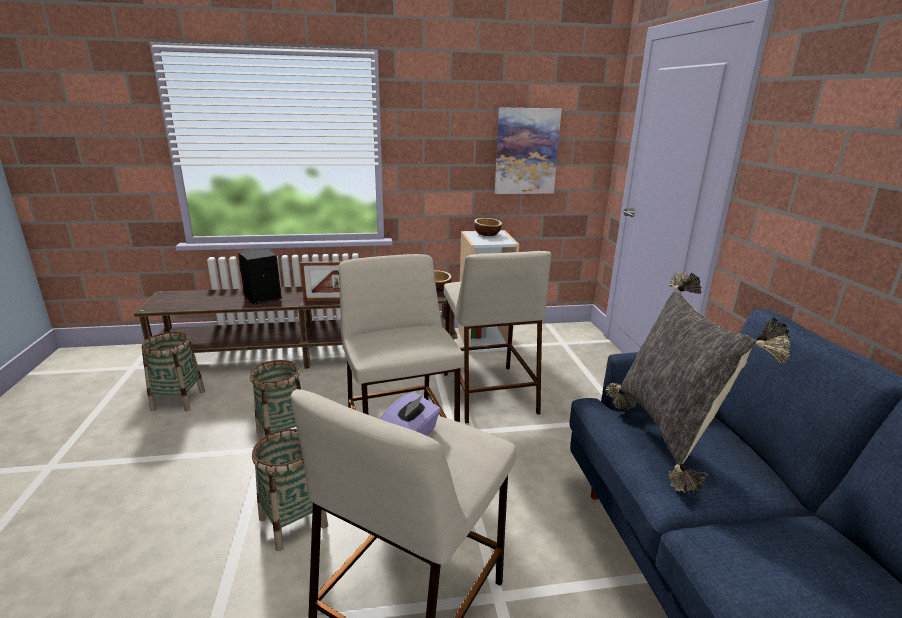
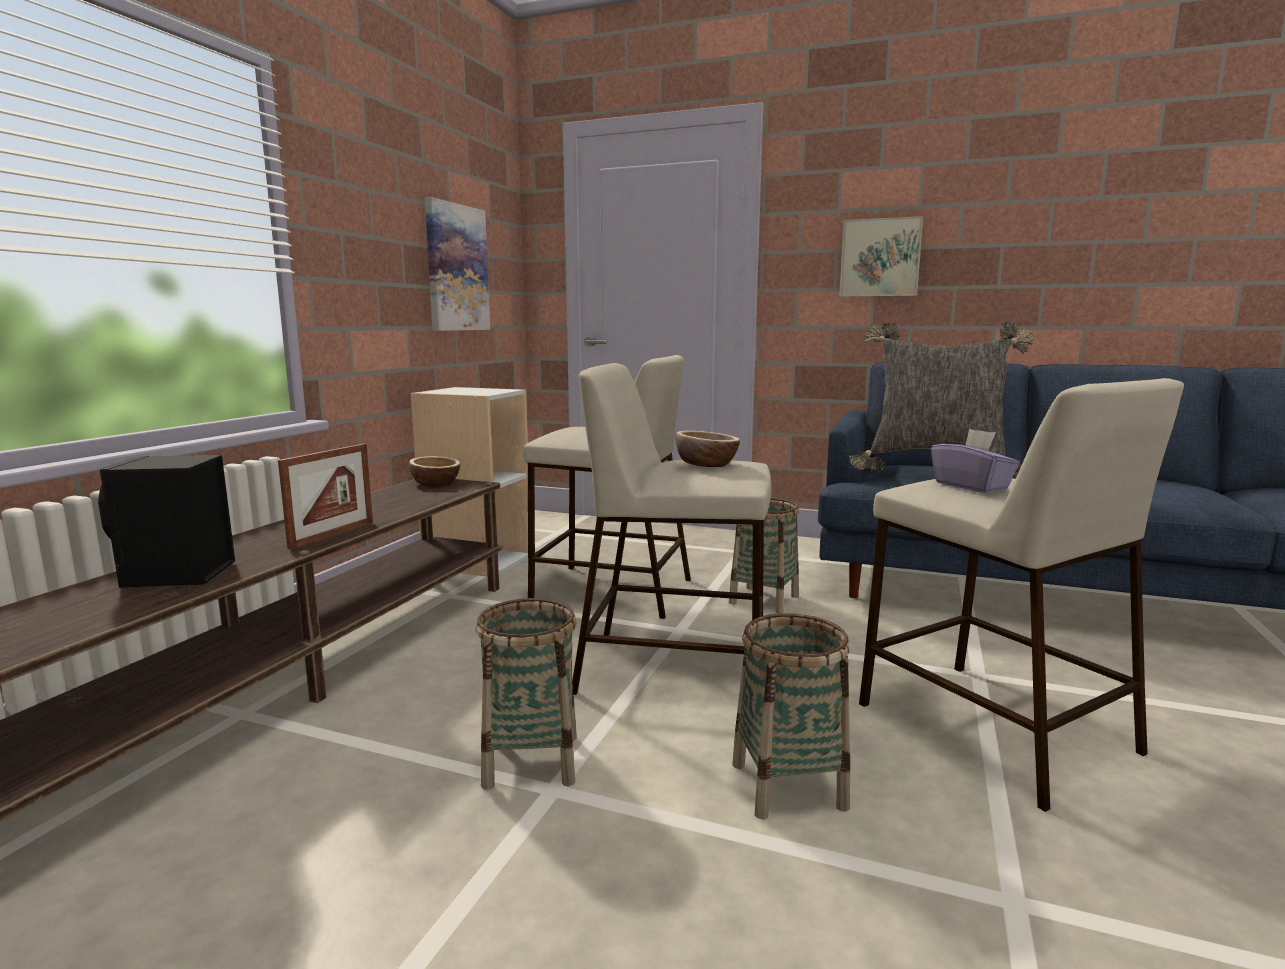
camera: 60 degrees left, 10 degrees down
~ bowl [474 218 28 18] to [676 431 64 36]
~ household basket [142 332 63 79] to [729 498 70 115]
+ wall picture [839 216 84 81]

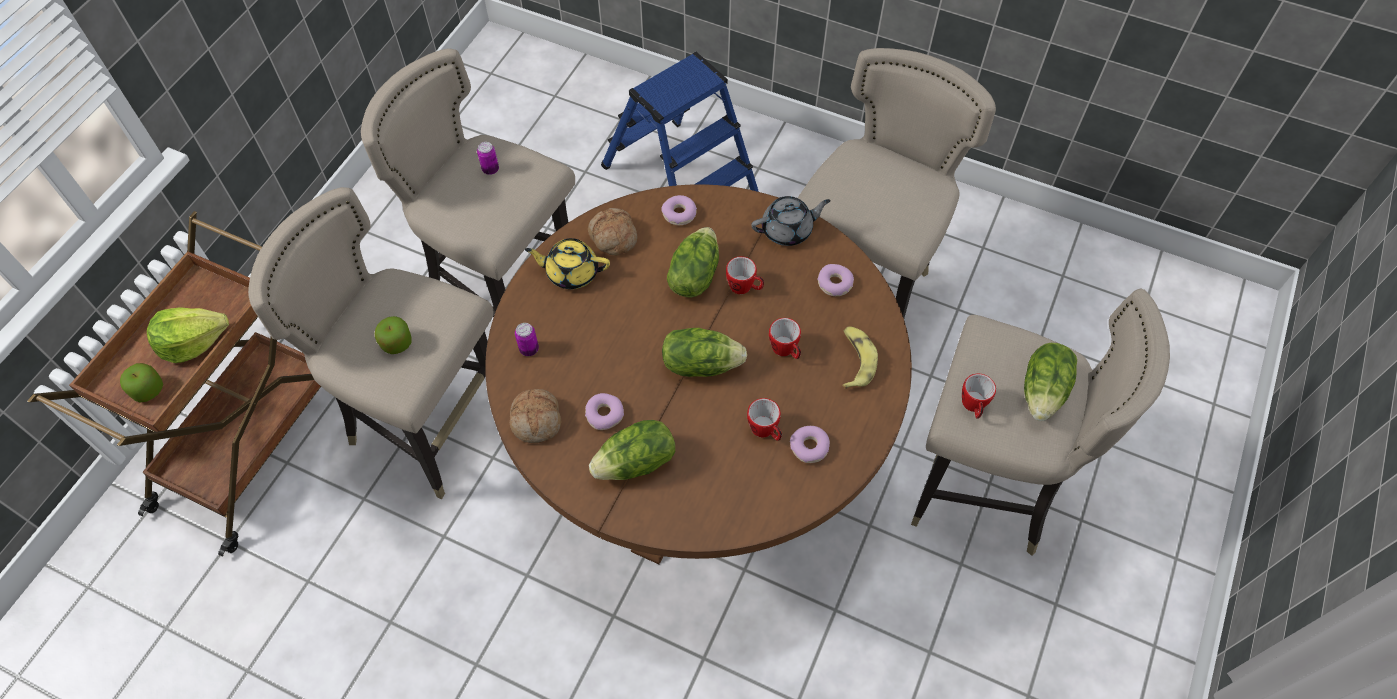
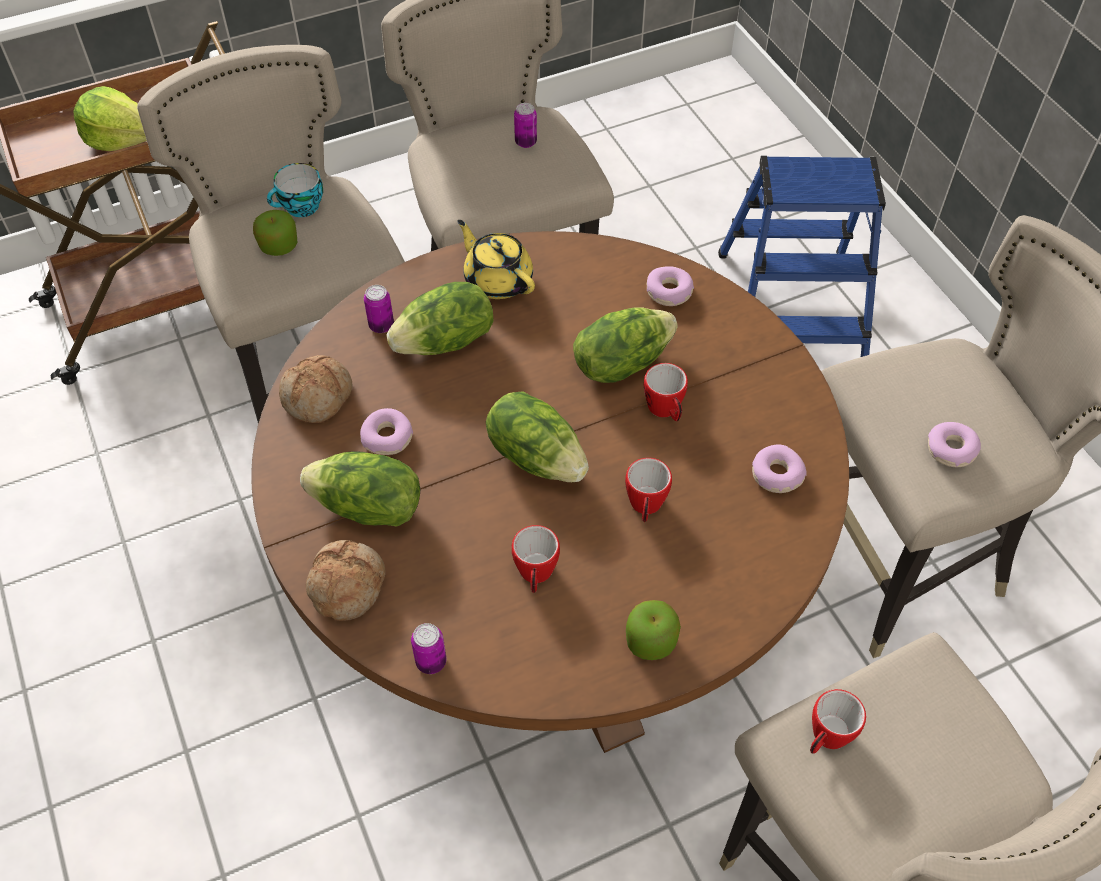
camera: 40 degrees right, 5 degrees down
+ cup [267 163 56 54]
~ bread [588 208 49 48] to [306 540 80 81]
~ lettuce [1024 343 53 78] to [387 282 107 73]
+ sealed can [411 623 36 51]
~ apple [120 363 43 40] to [626 600 55 60]
~ doughnut [790 426 40 37] to [928 422 53 45]
- gray tea pot [751 196 80 50]
- banana fruit [842 326 36 63]

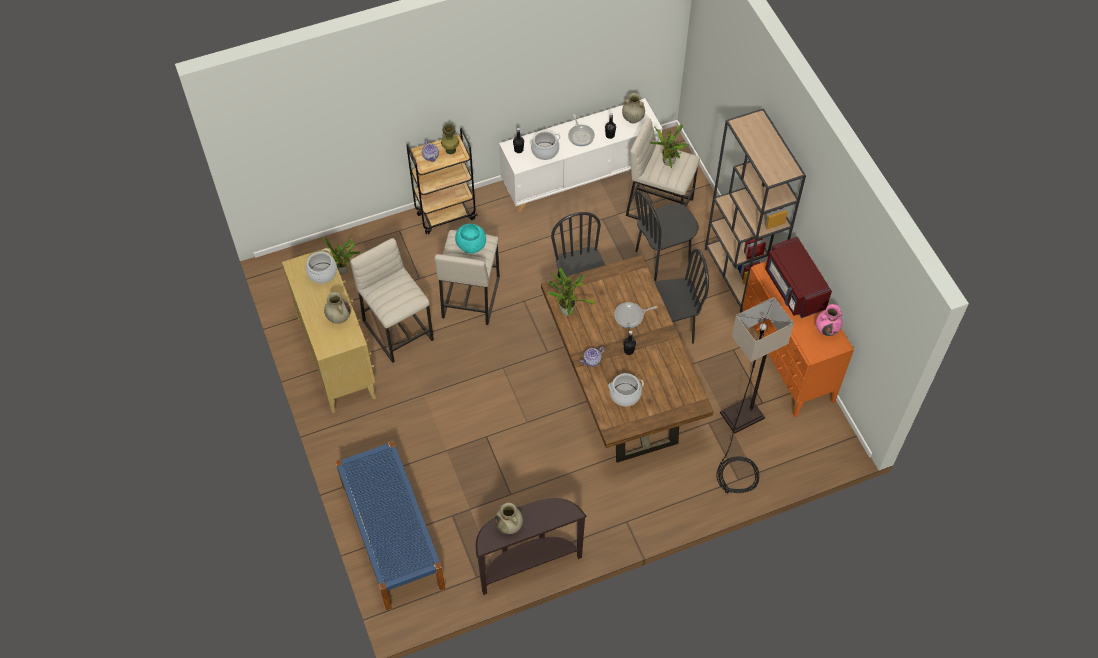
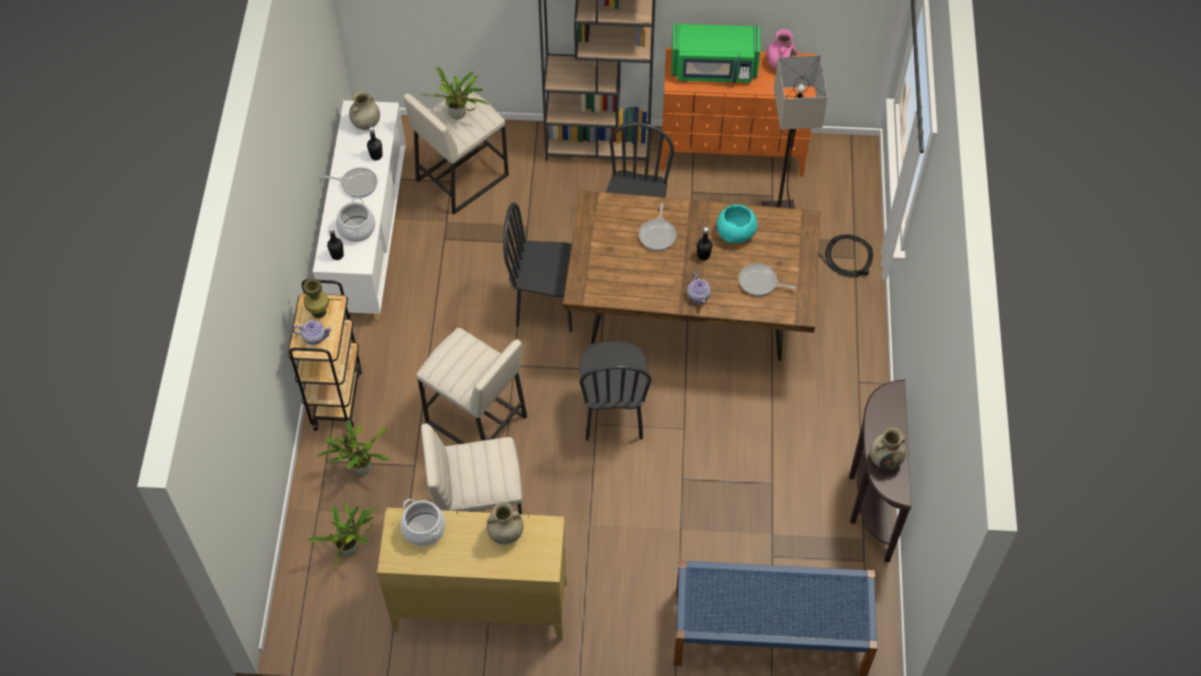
camera: 65 degrees left, 0 degrees up
~ potted plant [548 268 47 48] to [318 420 72 56]
~ black plain chair [635 191 64 90] to [579 341 73 100]
~ reddish microwave [765 237 67 81] to greenish microwave [671 24 89 59]
~ turquoise bowl [455 224 31 30] to [717 204 41 39]
~ stockpot [608 373 36 34] to frying pan [739 263 57 33]

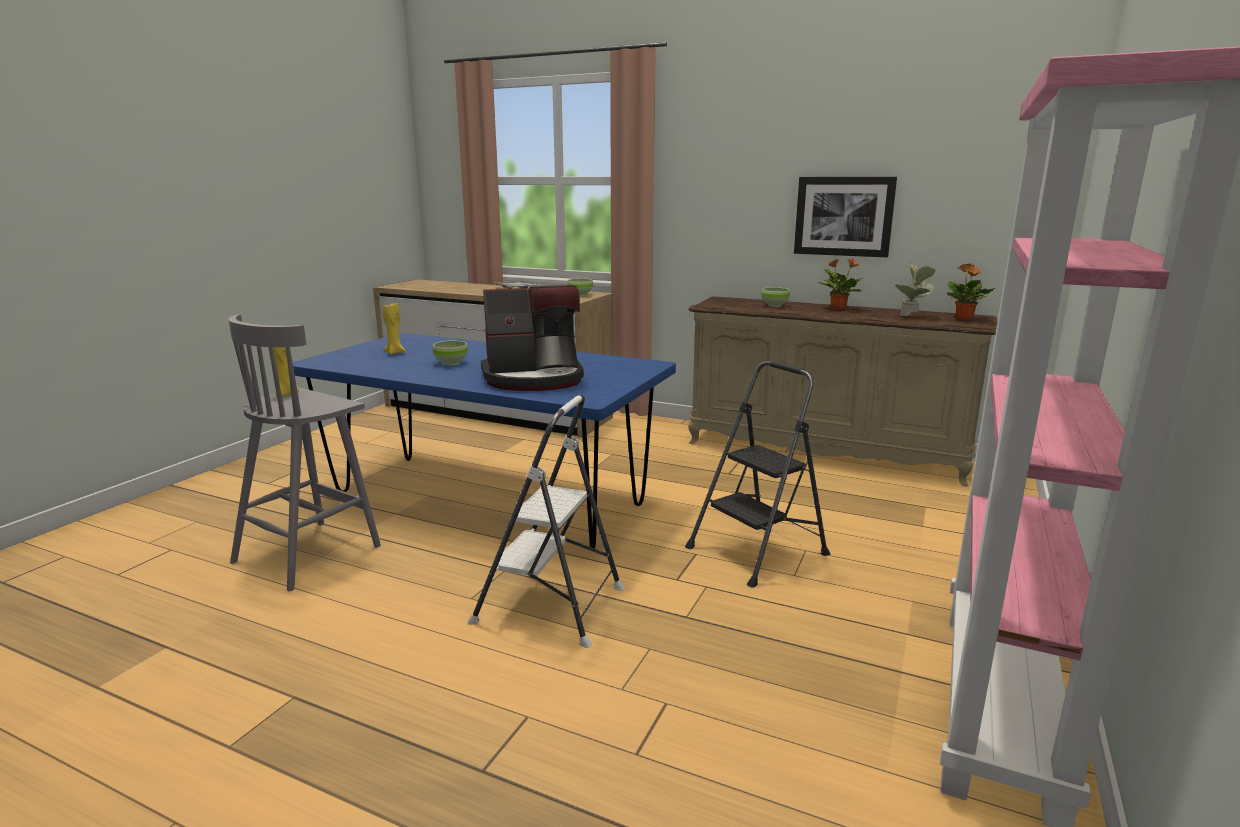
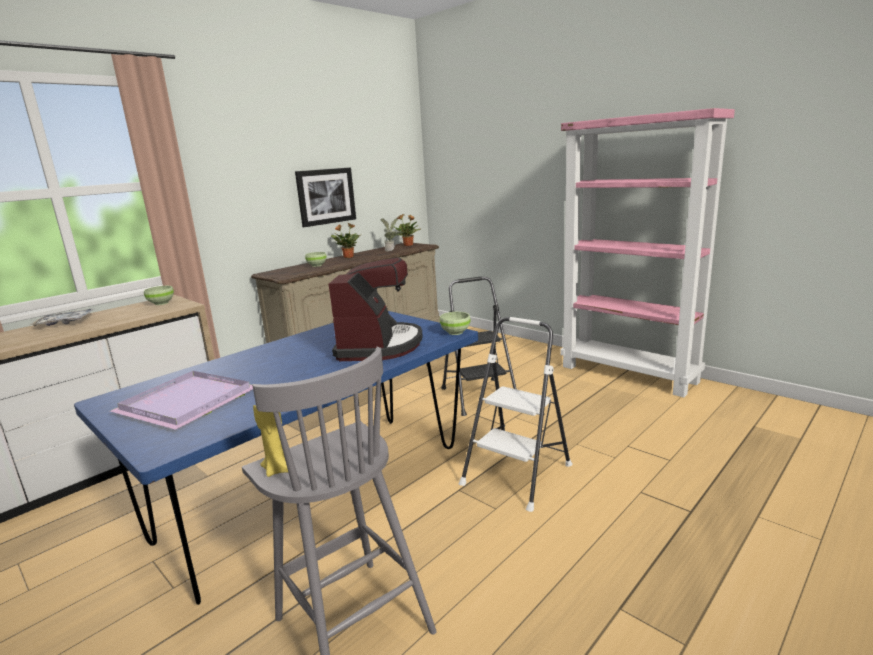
camera: 70 degrees left, 0 degrees up
~ yellow-coloured candle [383 303 23 52] to purplish serving tray [110 371 143 59]
~ greenish bowl [433 341 35 24] to [440 312 30 23]

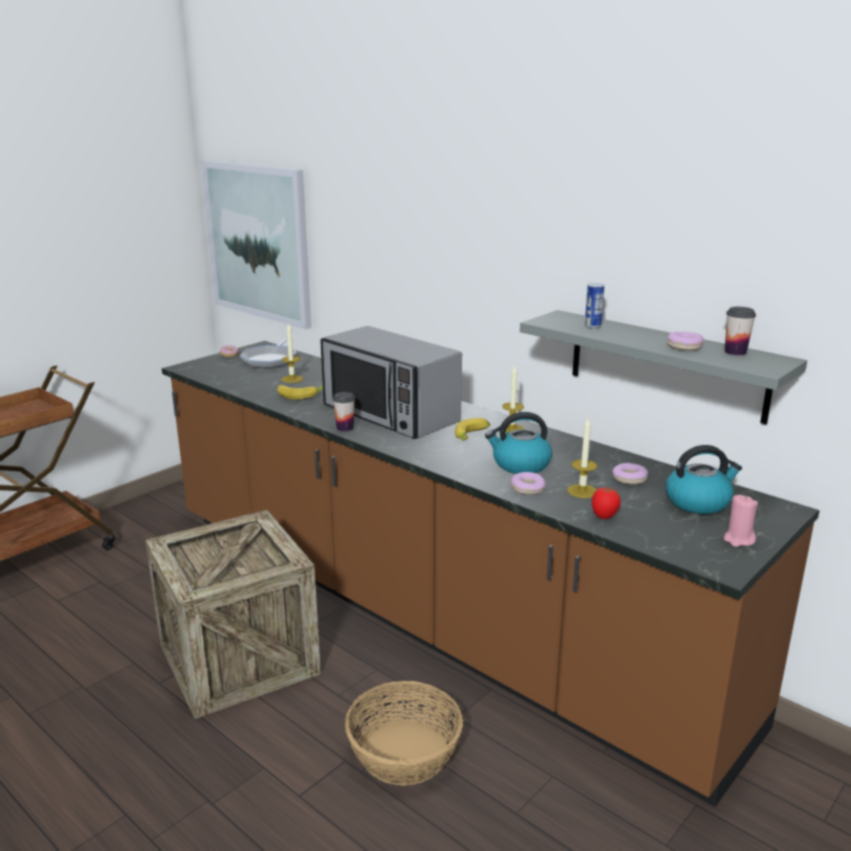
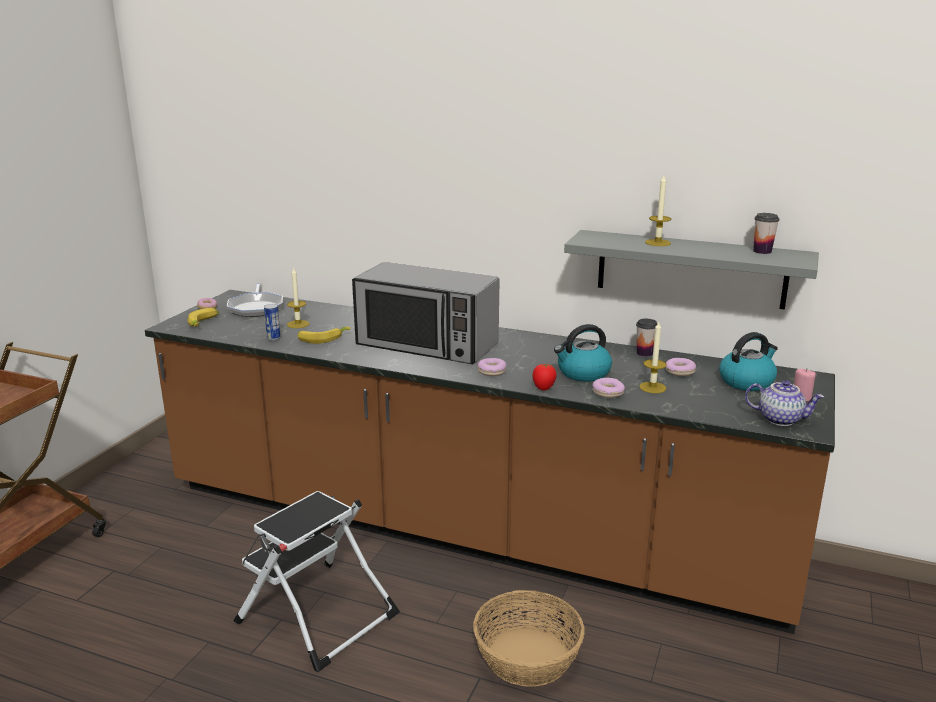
camera: 20 degrees left, 0 degrees up
~ banana fruit [455 418 35 23] to [187 308 32 19]
~ shipping crate [145 510 176 209] to stepladder [234 491 166 181]
~ sealed can [585 283 19 46] to [264 304 17 37]
~ doughnut [667 332 37 19] to [477 358 29 18]
~ tomato [592 488 29 31] to [533 364 24 27]
~ cup [333 392 22 39] to [636 319 22 38]
~ candle [502 366 22 67] to [645 175 26 71]
+ tea pot [745 380 79 46]
- wall picture [201 160 110 170]

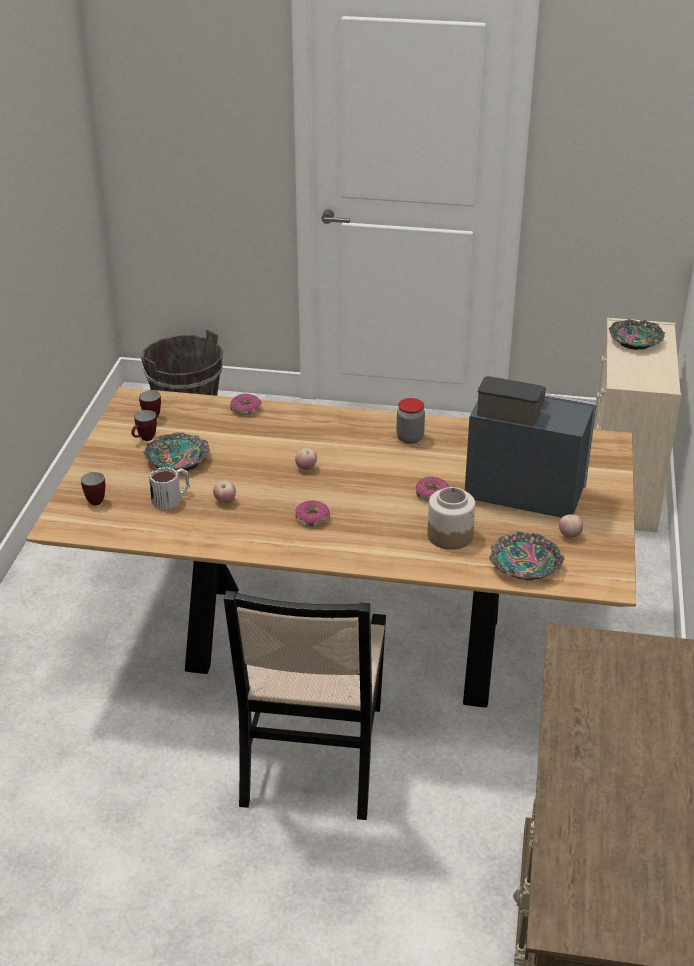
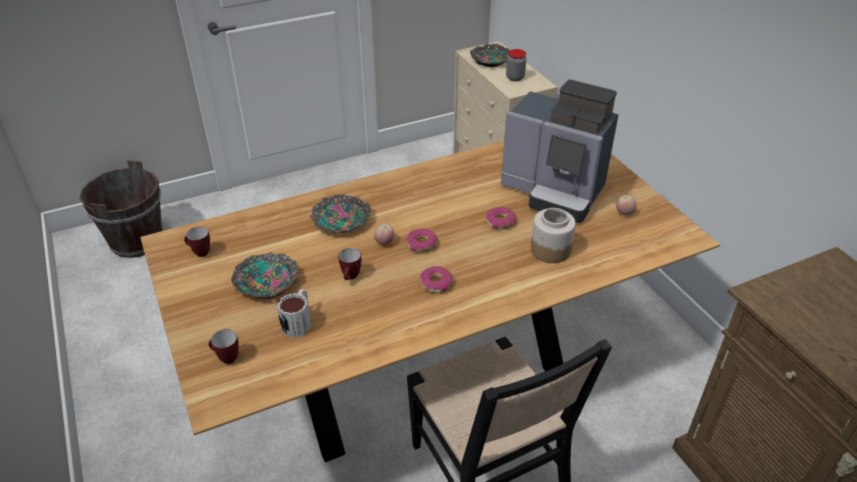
camera: 35 degrees left, 5 degrees up
~ bowl [489 531 76 49] to [310 194 61 39]
~ mug [131 410 26 31] to [338 248 23 32]
~ doughnut [230 394 32 21] to [406 229 32 23]
~ coffee machine [465 376 132 142] = [501 80 118 143] 135 degrees counterclockwise
~ jar [396 398 29 46] to [506 49 20 32]
- apple [213 481 23 23]

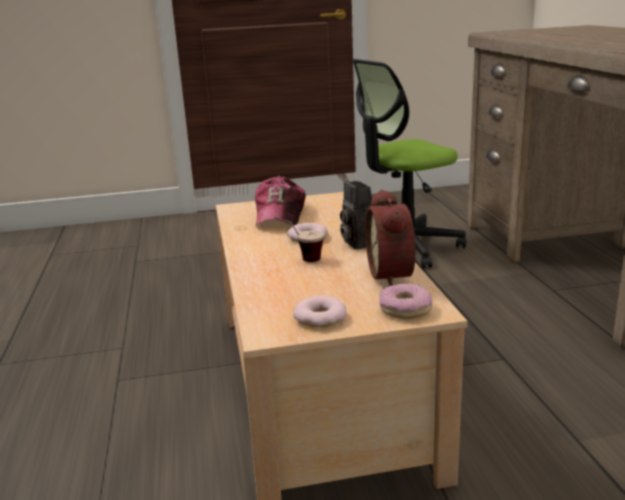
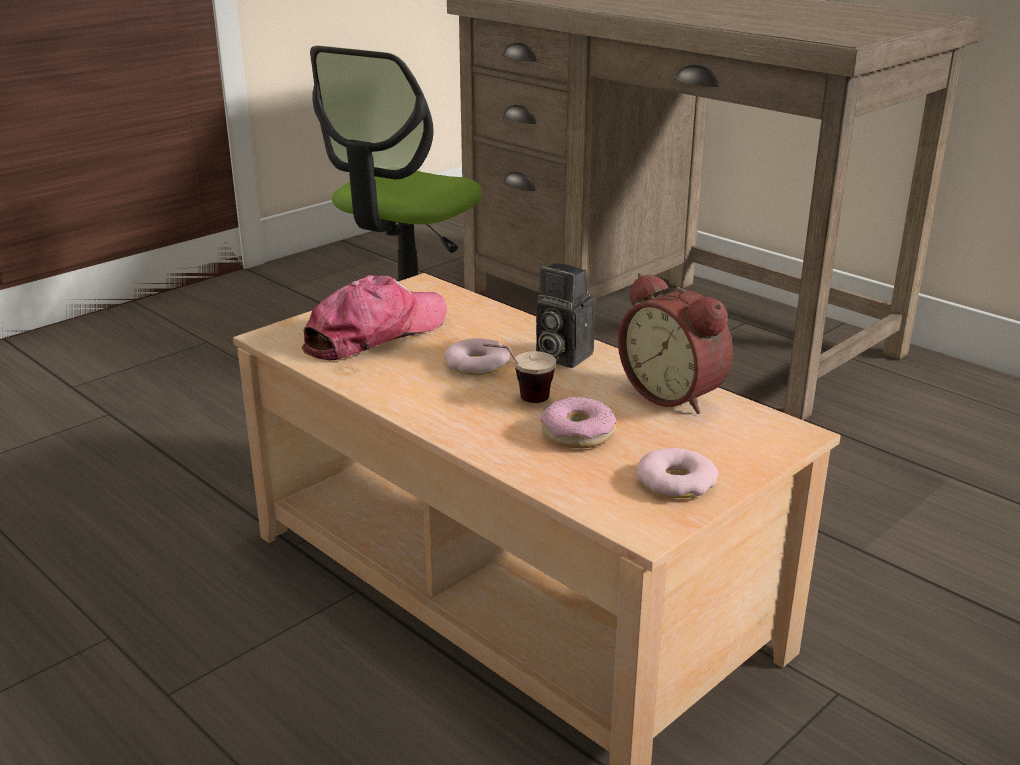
camera: 35 degrees left, 5 degrees up
~ cap [255 176 51 49] = [301 275 146 85] 105 degrees counterclockwise
~ doughnut [379 283 53 36] to [540 397 77 52]

